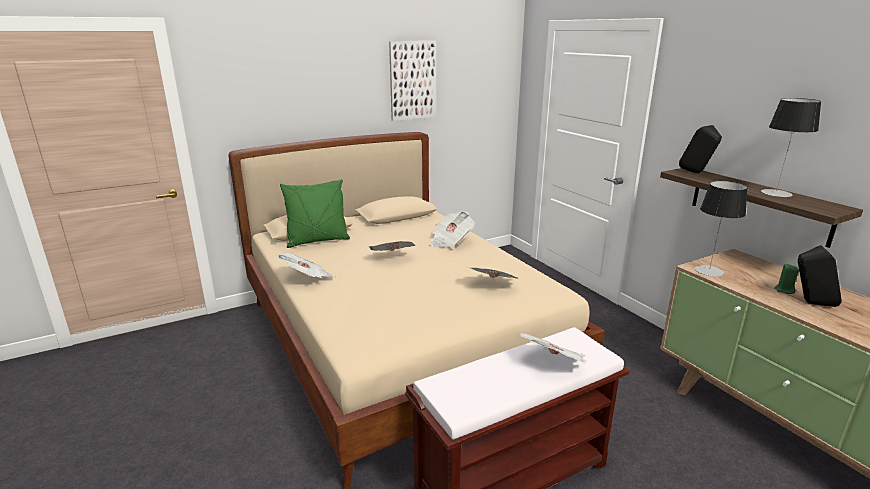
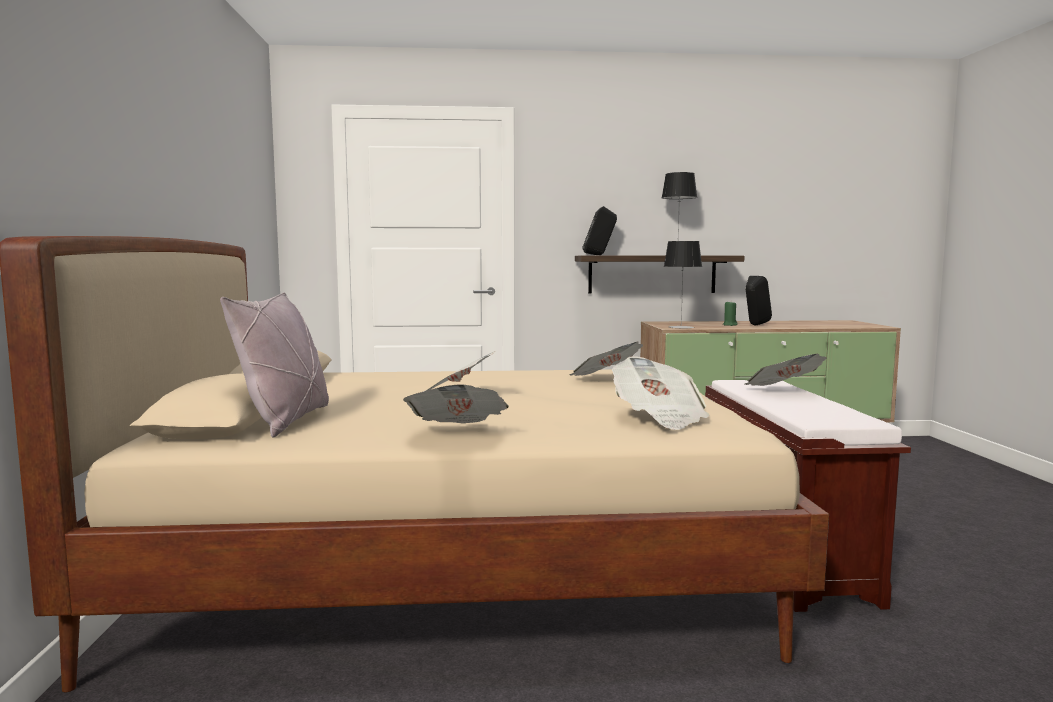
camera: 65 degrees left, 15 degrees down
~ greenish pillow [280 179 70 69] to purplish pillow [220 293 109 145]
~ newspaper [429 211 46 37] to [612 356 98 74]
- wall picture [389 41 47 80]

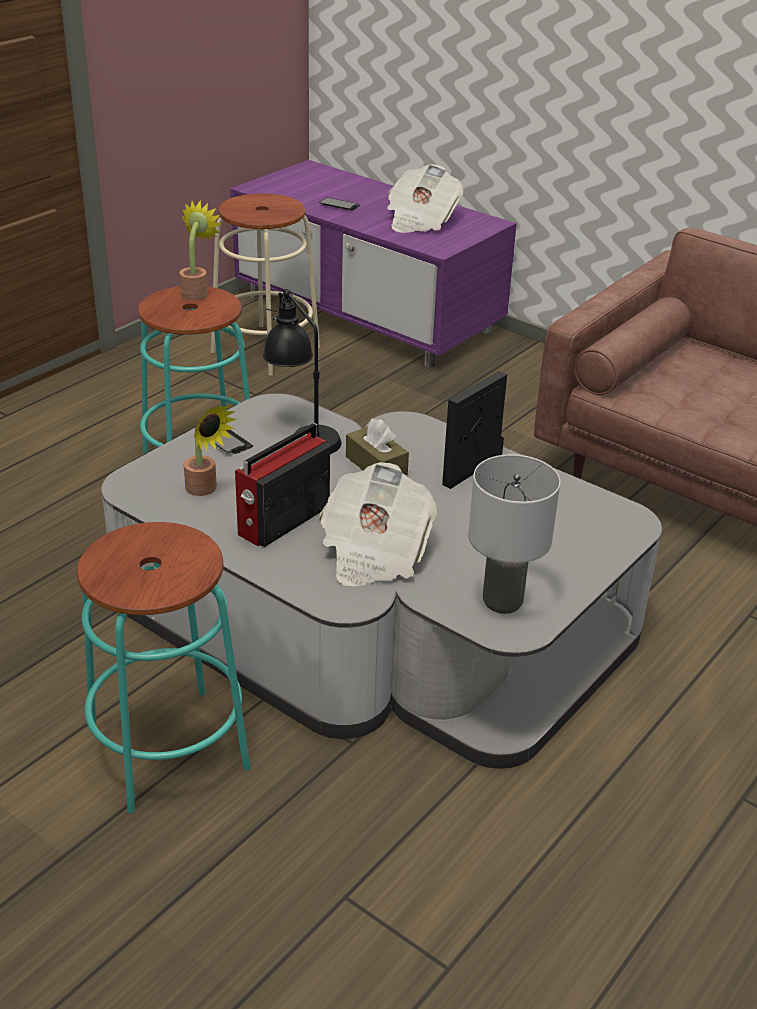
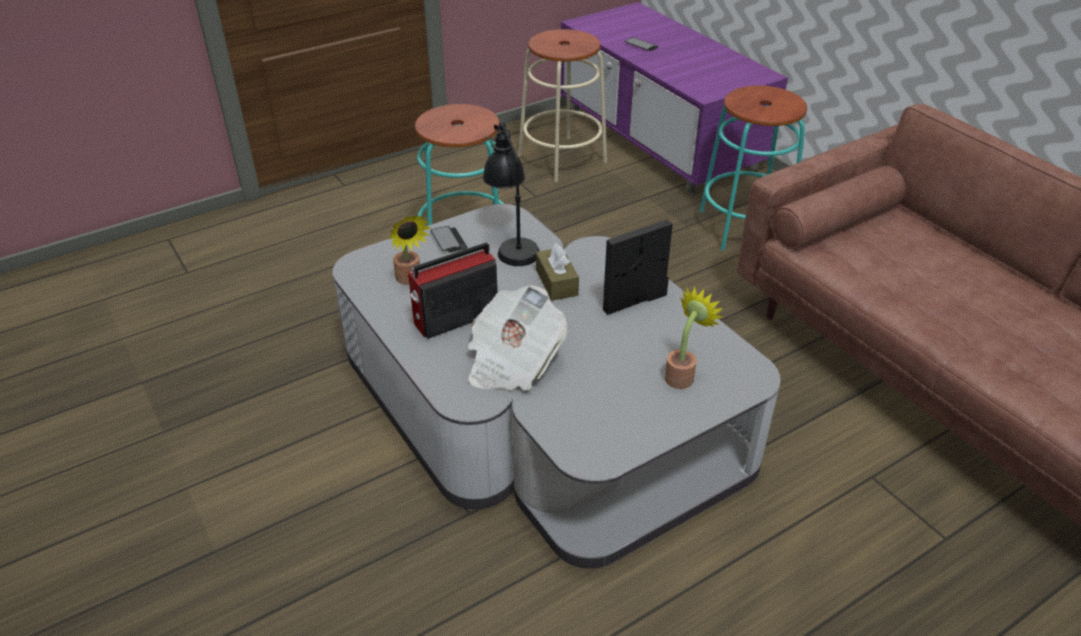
camera: 20 degrees right, 5 degrees up
~ potted plant [179 200 43 101] to [665 286 58 103]
~ turquoise stool seat [77 522 173 291] to [699 86 108 164]
- newspaper [387 164 76 69]
- whitish lamp for a table [468 454 92 160]

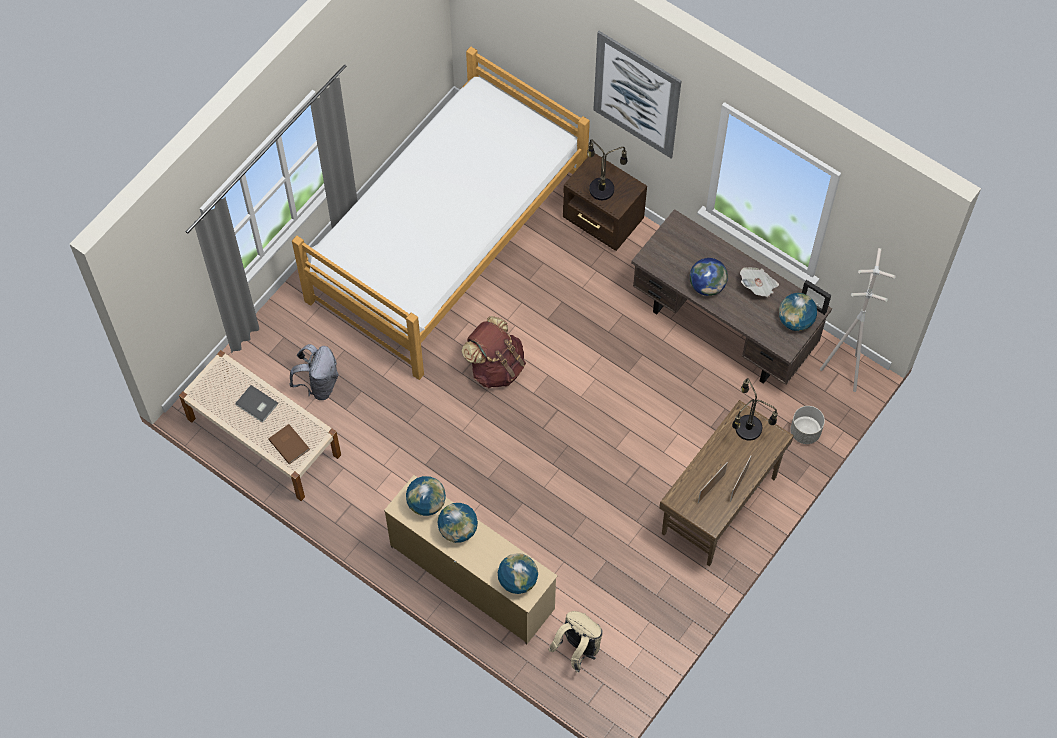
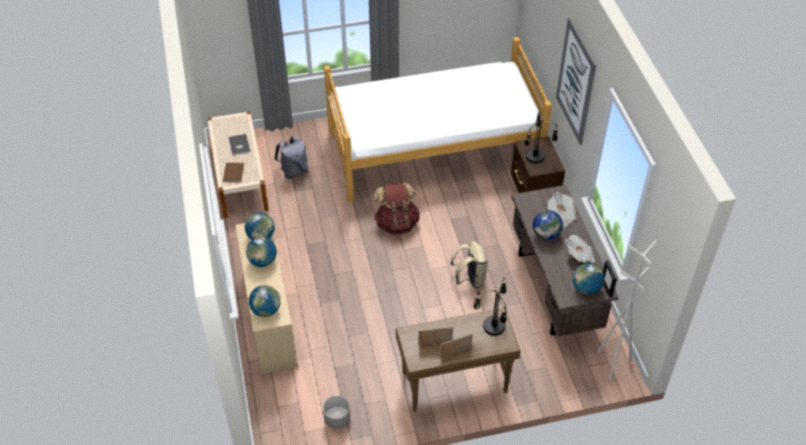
camera: 40 degrees right, 15 degrees down
~ gray plant pot [790 406 35 38] to [323 396 27 33]
~ sand-coloured rucksack [548 611 55 62] to [450 241 38 47]
+ newspaper [548 192 28 36]

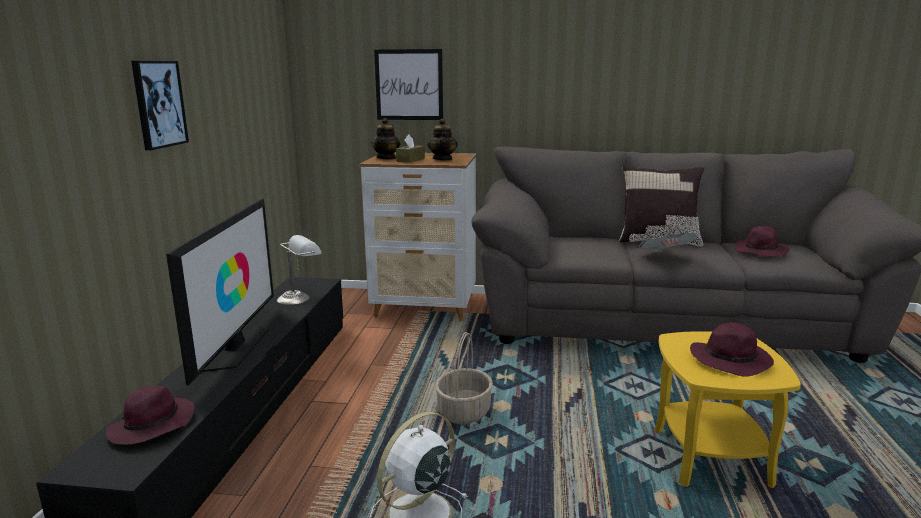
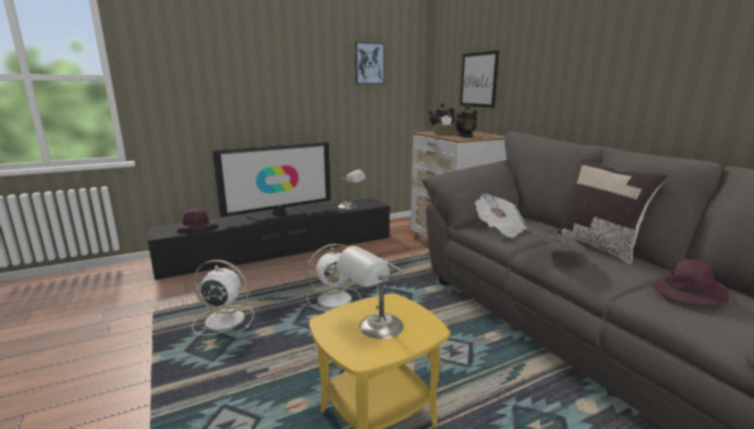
camera: 55 degrees right, 0 degrees up
~ household basket [435 332 58 92] to whitish fan [306 244 55 68]
~ purplish clothing hat [690 322 84 55] to whitish lamp for a table [336 246 68 93]
~ wall picture [131 61 58 89] to [355 42 30 42]
+ newspaper [475 194 52 44]

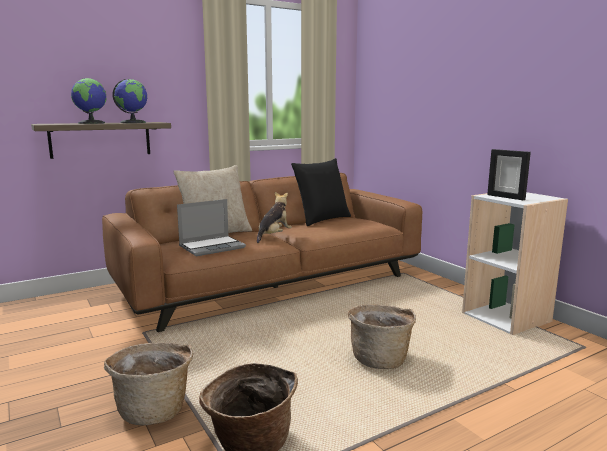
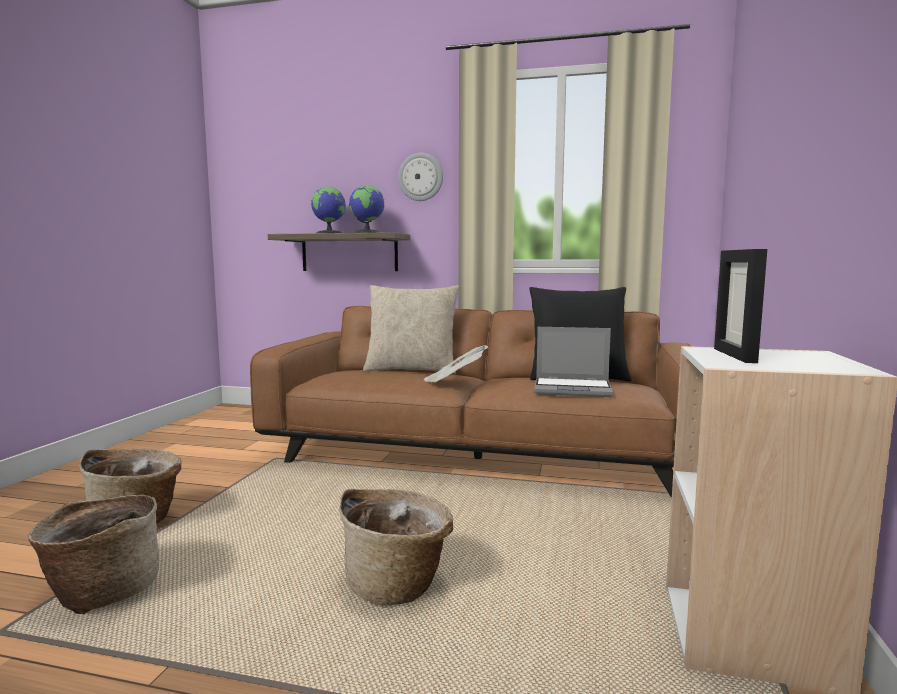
camera: 45 degrees right, 5 degrees down
+ wall clock [398 153 45 48]
~ plush toy [257 192 35 51] to newspaper [424 345 64 38]
~ notebook computer [177 199 69 57] to [534 327 79 70]

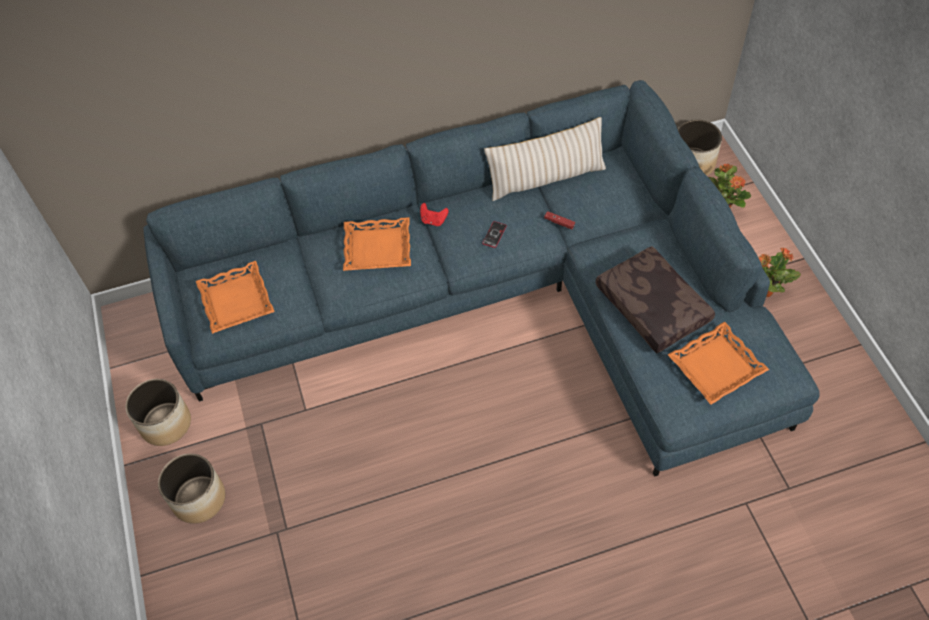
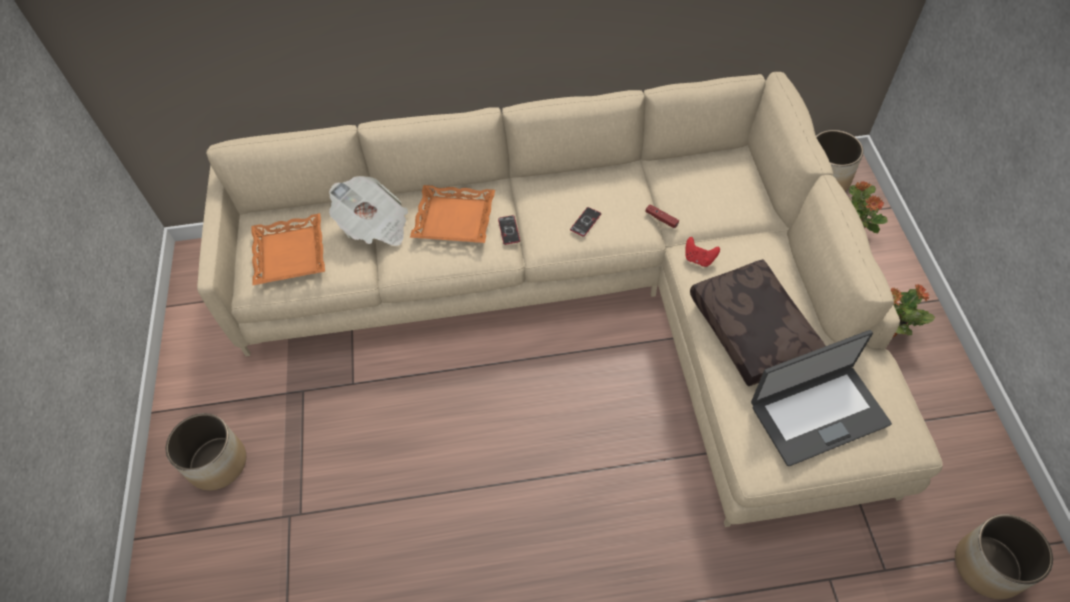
camera: 10 degrees right, 0 degrees up
~ bluish settee [143 80 677 397] to sand-coloured settee [197 72 746 455]
+ newspaper [329 176 79 70]
+ handset [498 215 22 30]
~ reddish game controller [420 203 29 23] to [685 237 35 30]
~ orangey serving tray [668 322 101 83] to notebook computer [751 330 141 136]
~ plant pot [126 379 65 67] to [955 514 98 86]
- sand-coloured pillow [484 117 122 84]

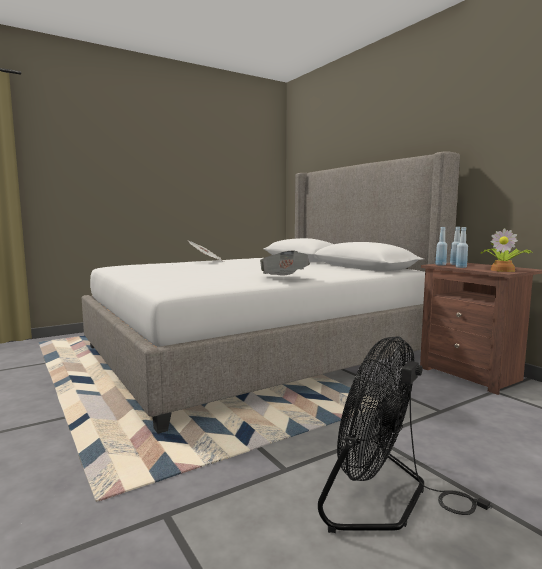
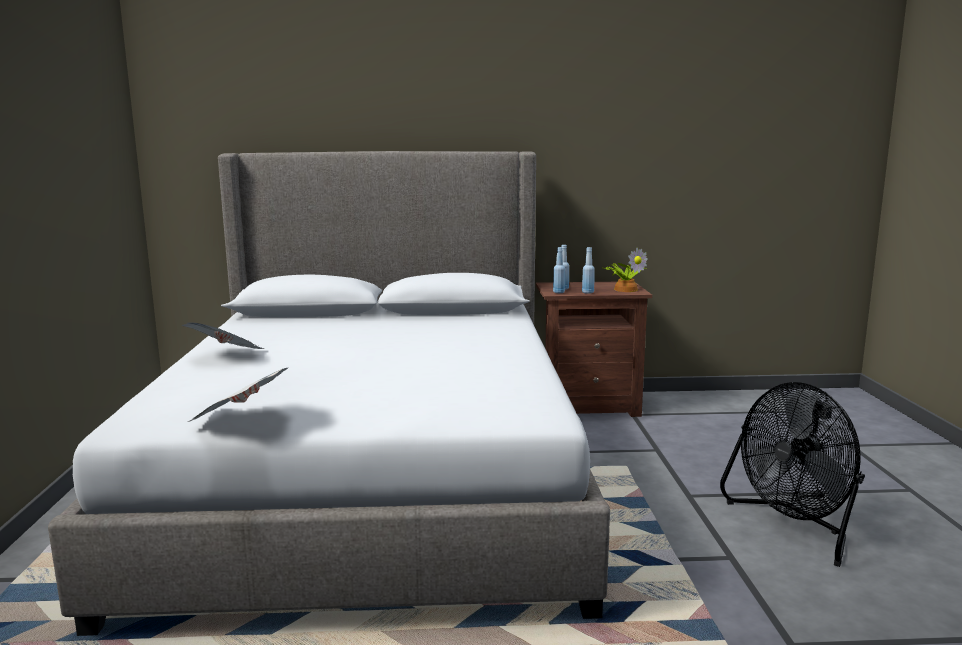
camera: 60 degrees left, 5 degrees up
~ newspaper [260 250 50 26] to [188 368 100 54]

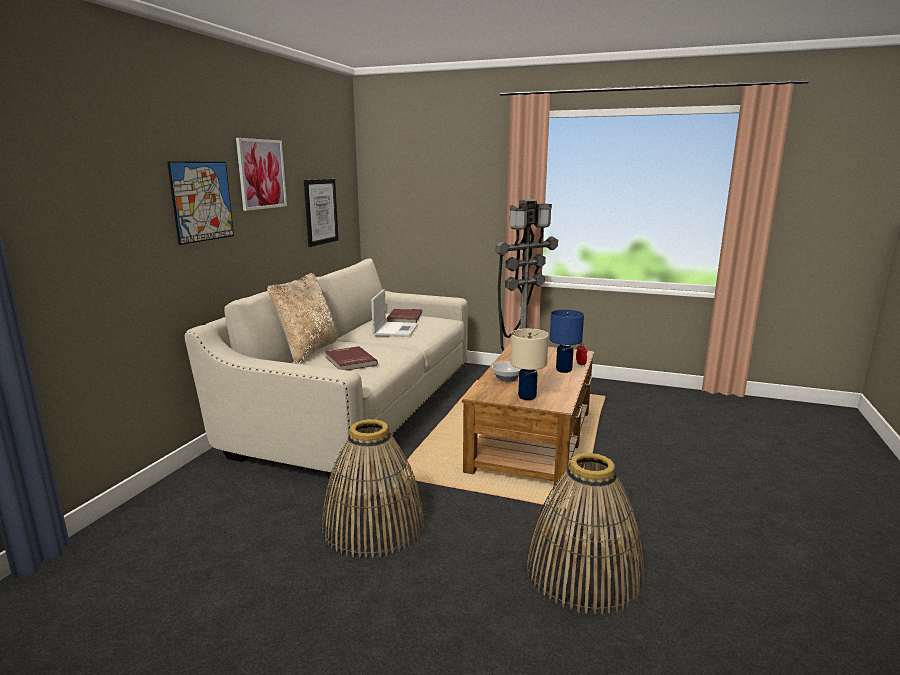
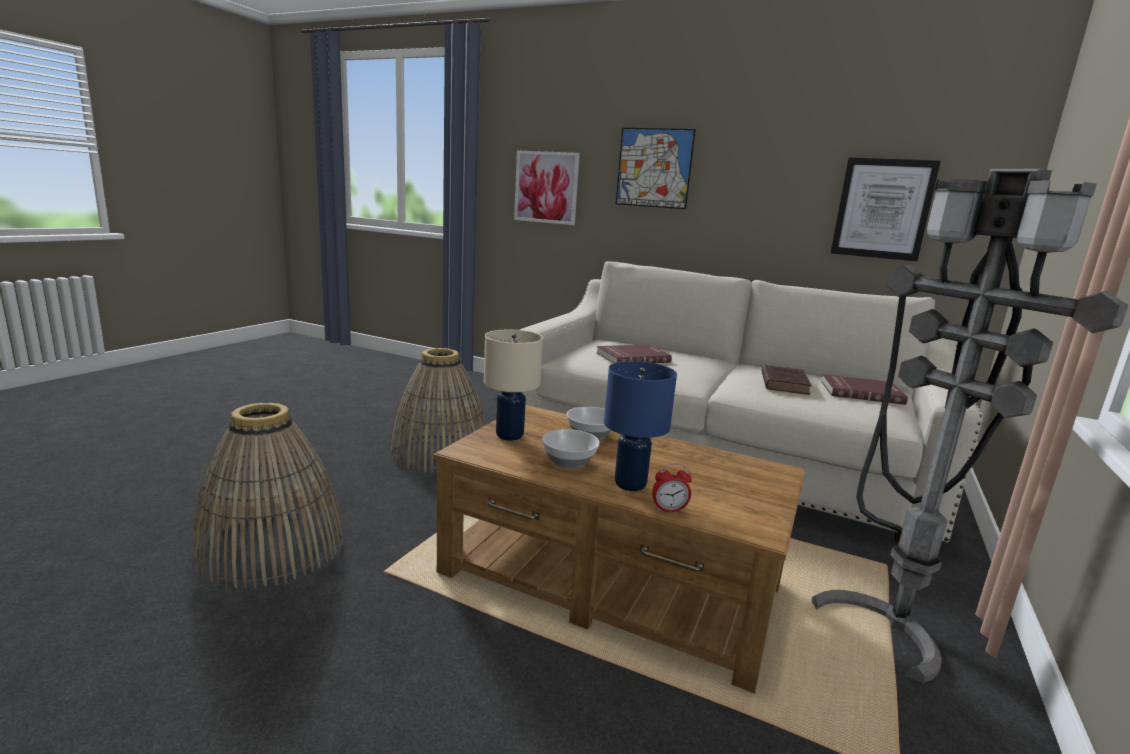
camera: 95 degrees right, 0 degrees up
~ wall picture [236 138 51 73] to [514 151 66 74]
+ bowl [542 429 58 40]
~ notebook computer [371 289 47 48] to brown-coloured volume [762 365 50 30]
- sand-coloured pillow [267 273 71 91]

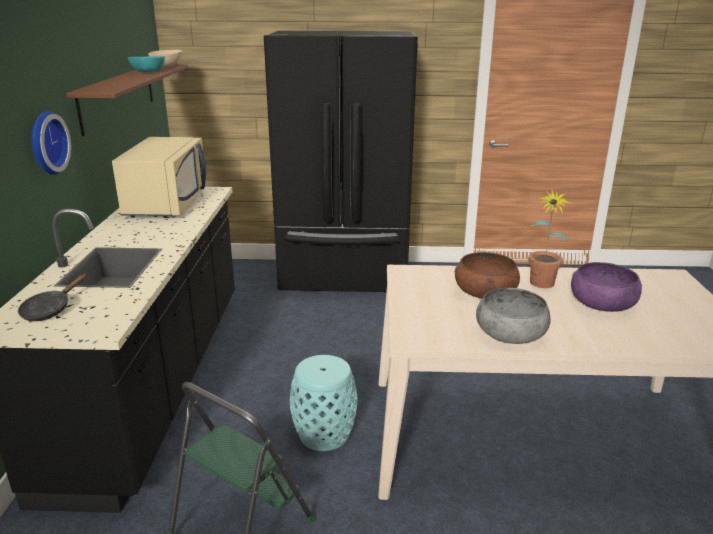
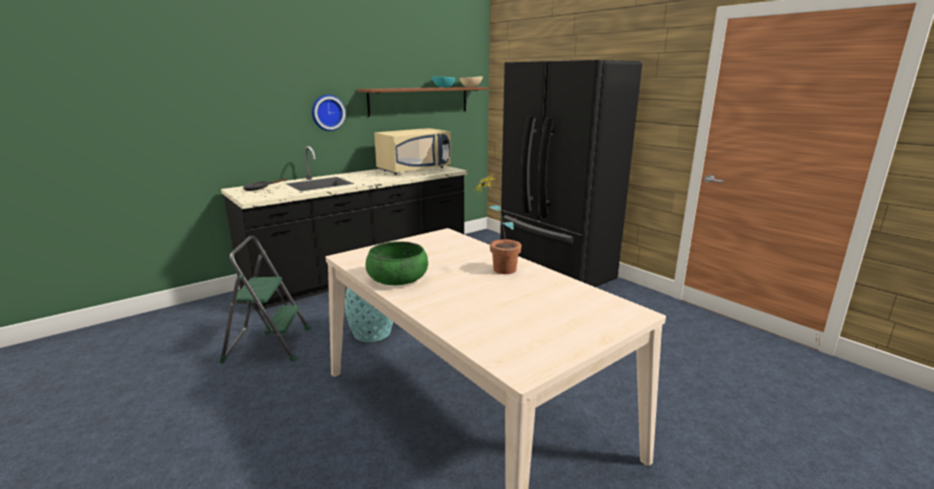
camera: 50 degrees right, 5 degrees down
~ gray bowl [476 288 75 56] to greenish bowl [366 242 62 43]
- brown-coloured bowl [455 252 65 47]
- purplish bowl [571 262 71 50]

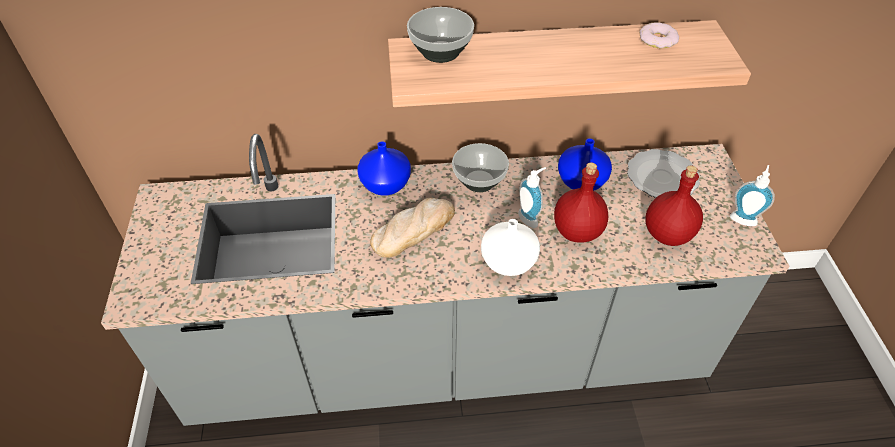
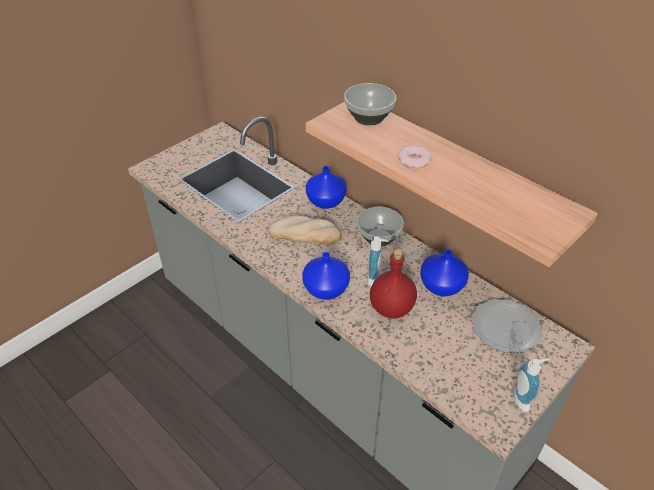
camera: 50 degrees right, 5 degrees down
~ whitish decorative vase [481 219 59 57] to bluish decorative vase [302 252 48 48]
~ doughnut [639 22 40 26] to [398 145 34 23]
- reddish bottle [645 166 58 80]

